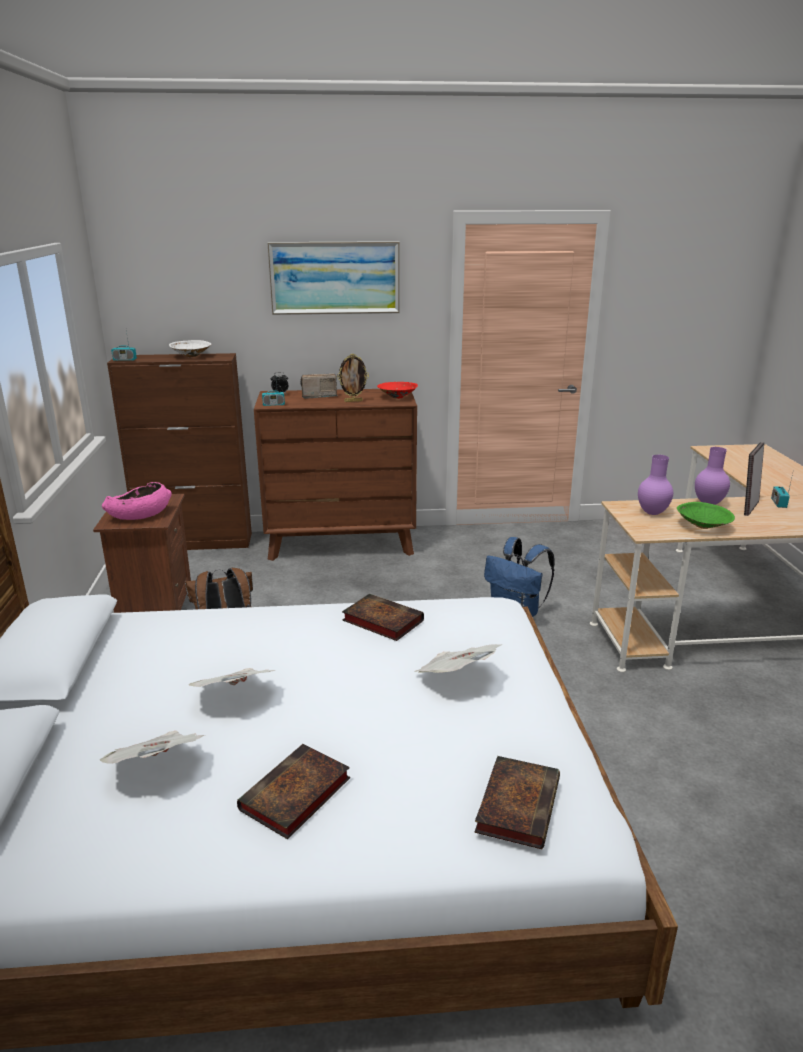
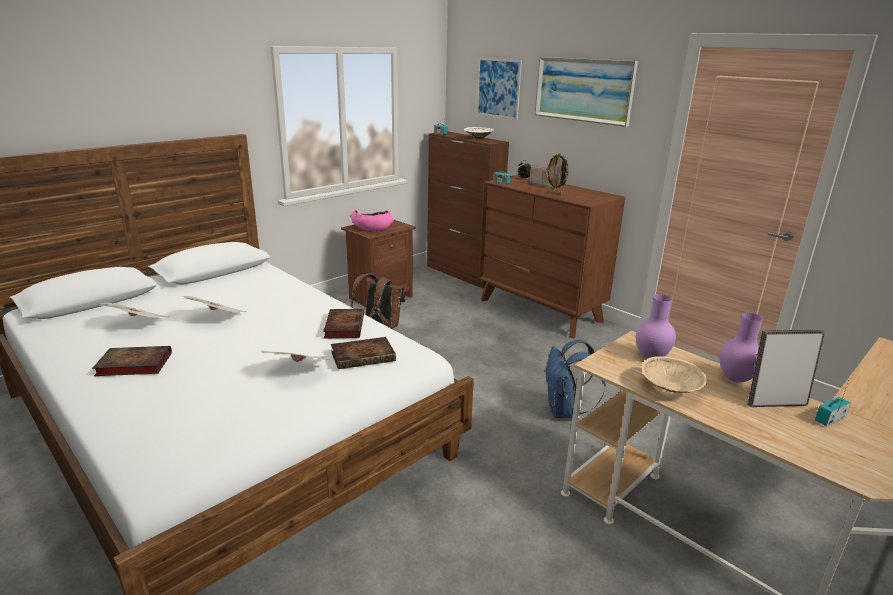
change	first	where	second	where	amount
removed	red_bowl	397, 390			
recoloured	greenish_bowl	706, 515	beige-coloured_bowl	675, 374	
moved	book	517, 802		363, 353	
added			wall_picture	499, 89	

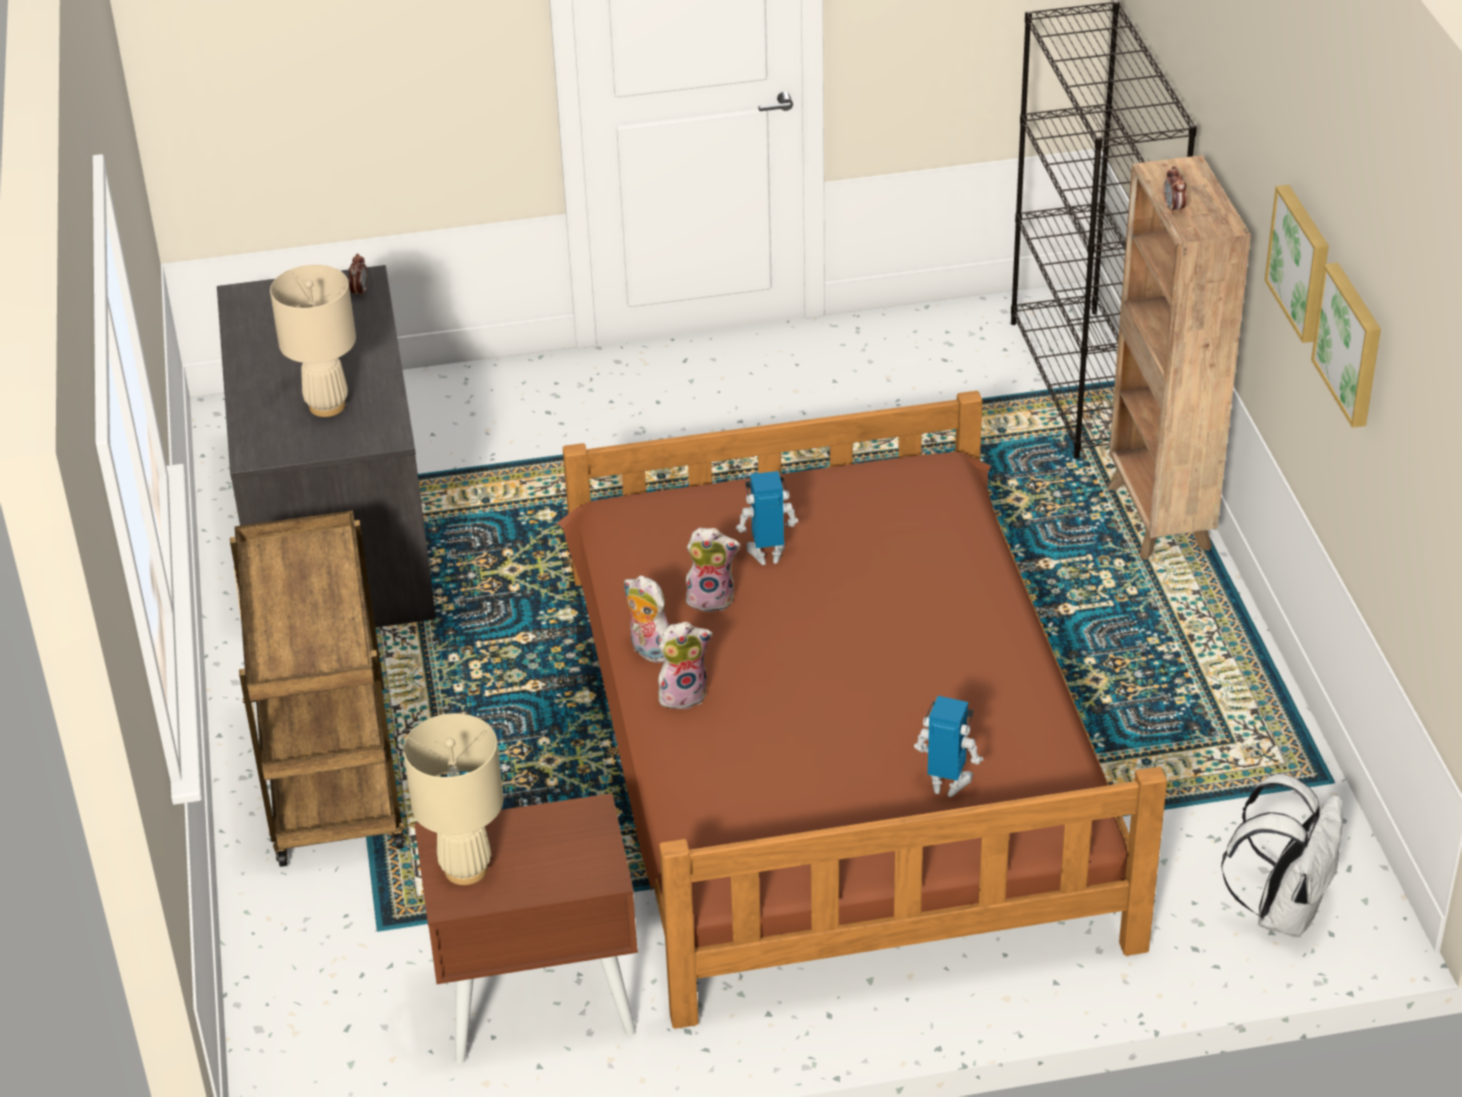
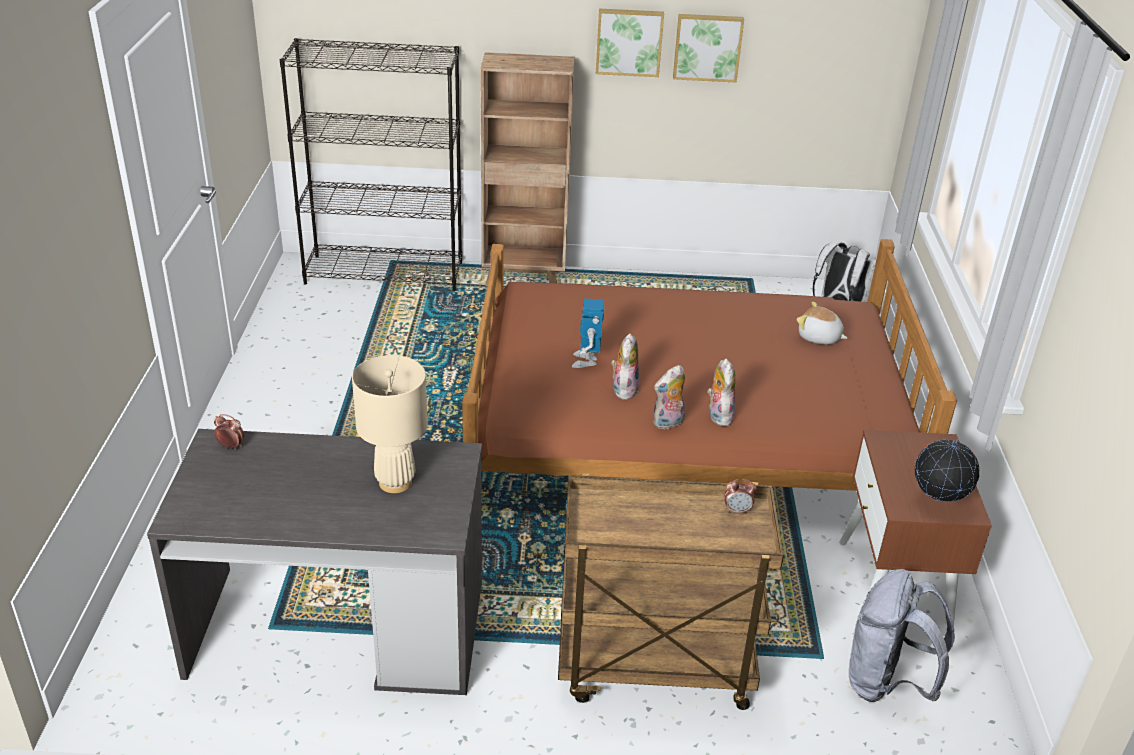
change	first	where	second	where	amount
moved	bedside_clock	1175, 190		740, 496	
replaced	robot_figure	949, 746	plush_toy	822, 323	
replaced	beige-coloured_tabletop_lamp	453, 799	desk_globe	947, 470	
added			gray_rucksack	902, 635	

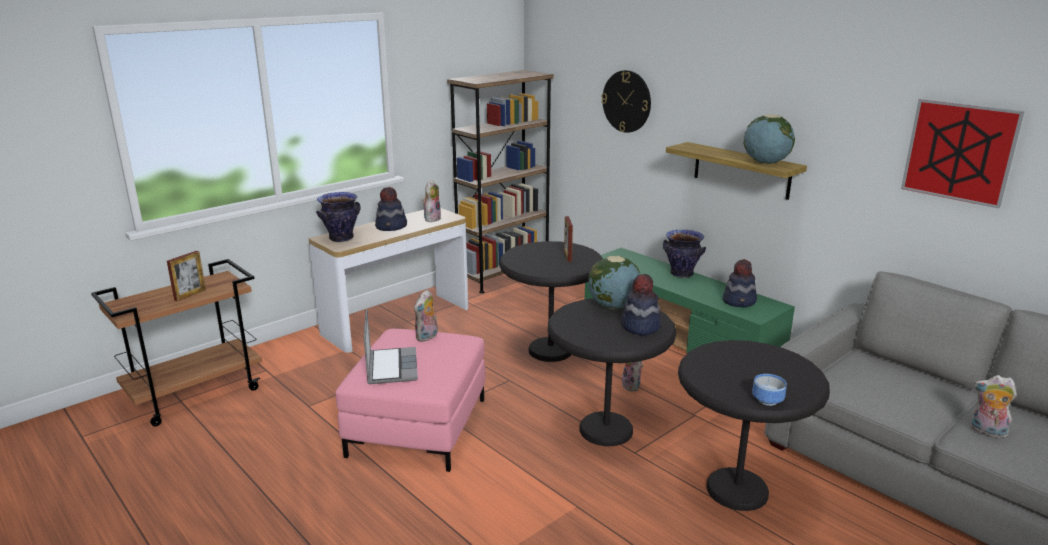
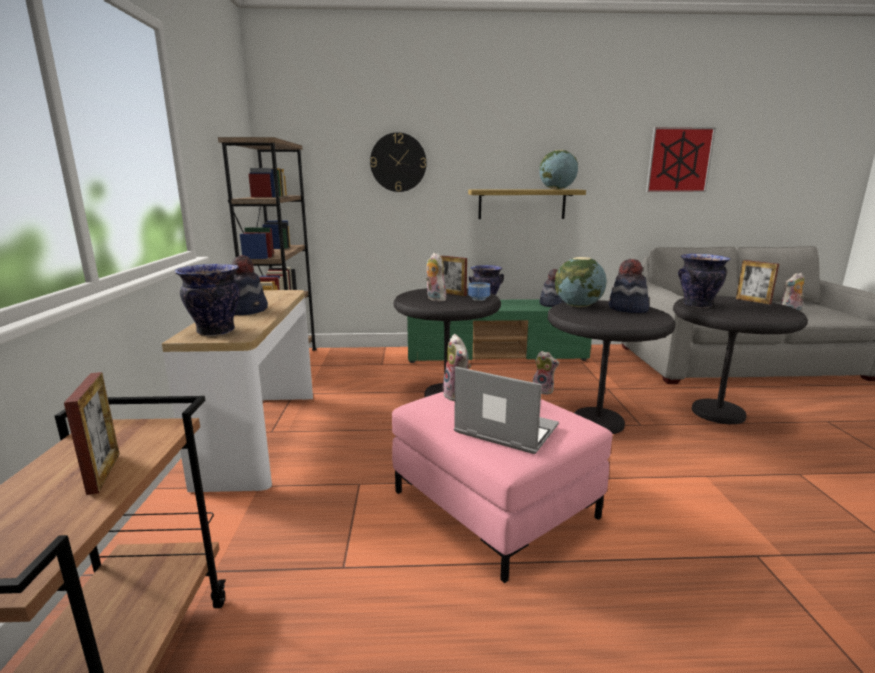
change	first	where	second	where	amount
moved	plush_toy	431, 201		436, 277	
moved	bowl	769, 390		479, 291	
added			flower_vase	704, 281	
added			standing_frame	757, 282	

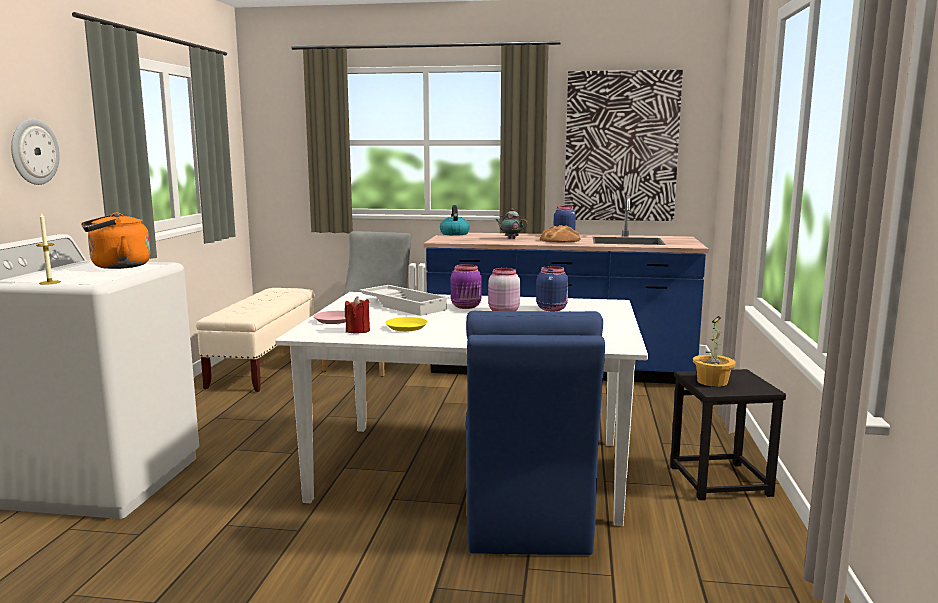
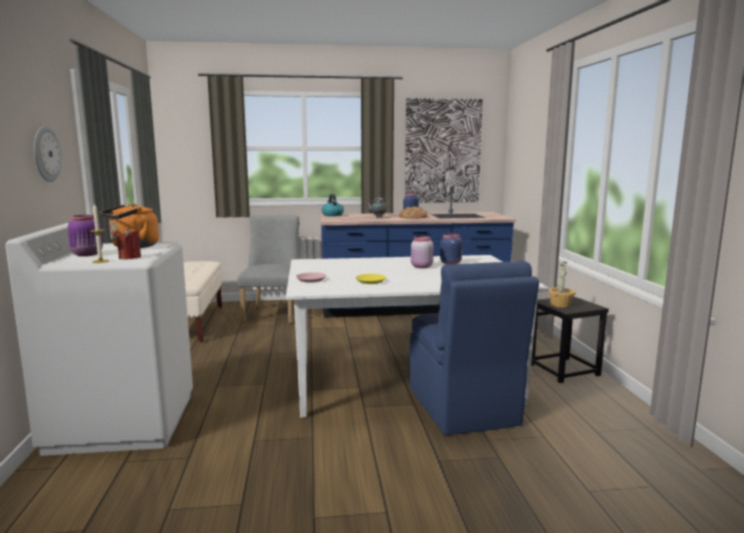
change	first	where	second	where	amount
moved	purplish_jar	466, 286		85, 235	
removed	white_carrying_tray	404, 300			
moved	red_candle	357, 314		129, 243	

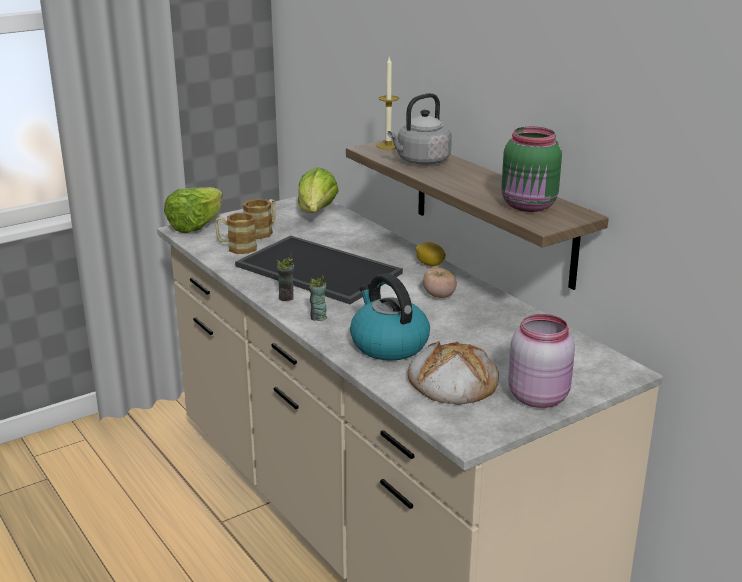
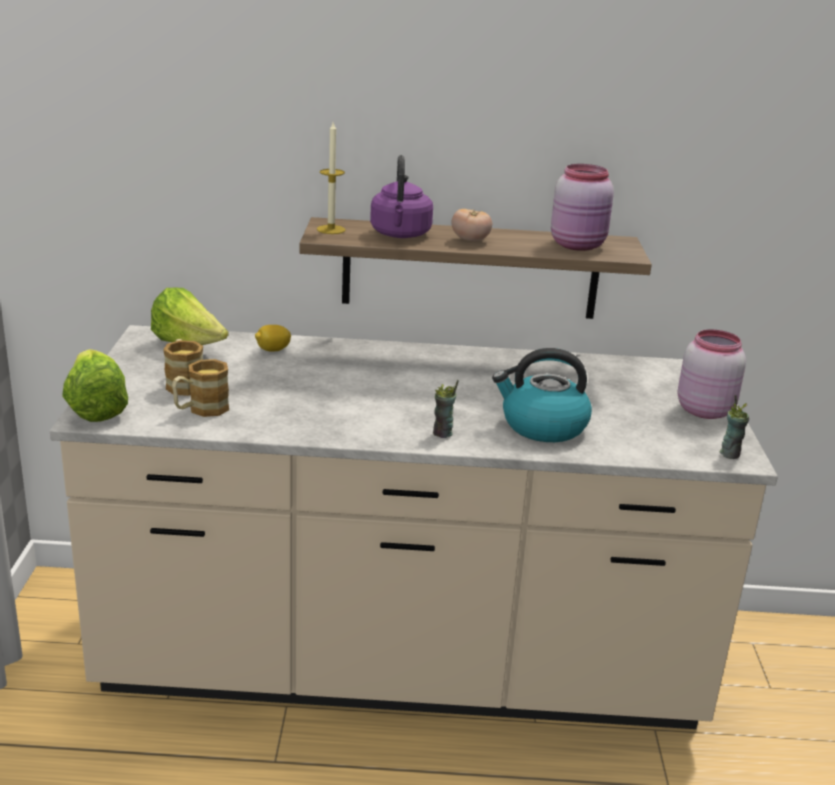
change	first	where	second	where	amount
recoloured	gray_kettle	419, 129	purplish_kettle	401, 196	
recoloured	greenish_jar	531, 169	pink_jar	582, 207	
removed	carrying_tray	319, 270			
moved	lemon	430, 254		273, 338	
moved	cup	285, 276		734, 427	
moved	fresh_tomato	440, 282		472, 225	
removed	baked_bread	453, 373			

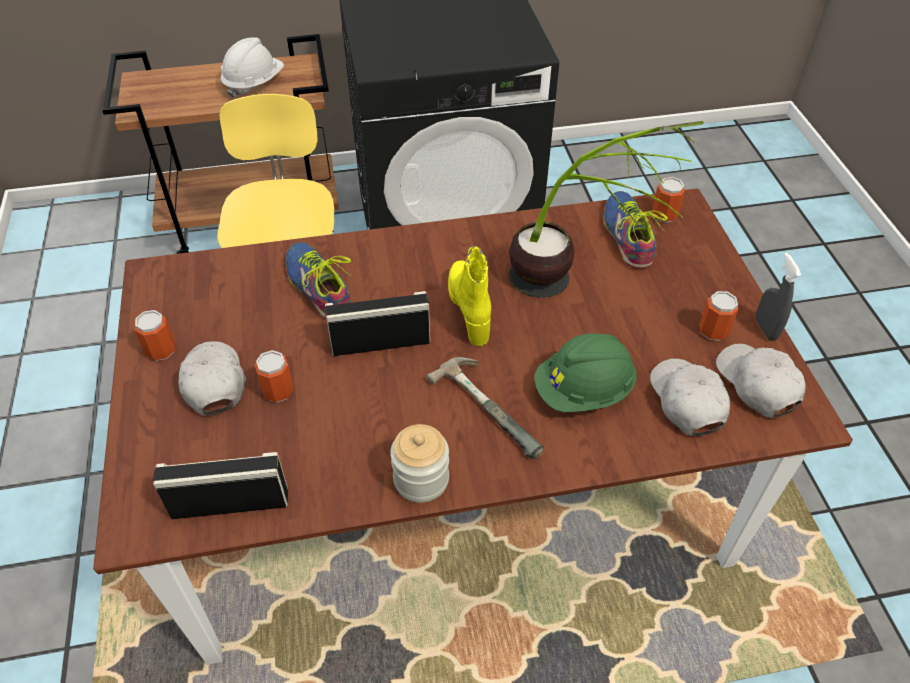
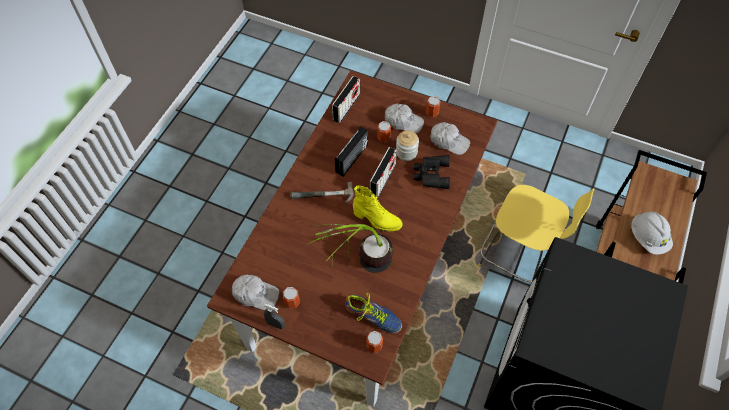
change	first	where	second	where	amount
replaced	item_of_footwear	319, 280	blackish_binoculars	432, 172	
removed	greenish_safety_helmet	586, 372			
moved	white_peaked_cap	690, 397		450, 138	
moved	jar	419, 463		407, 145	
added			radio_receiver	351, 152	

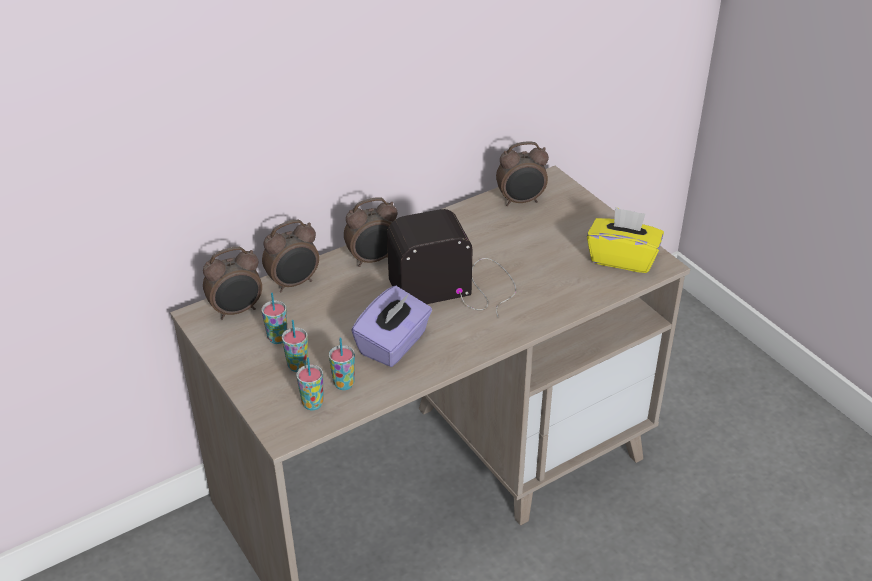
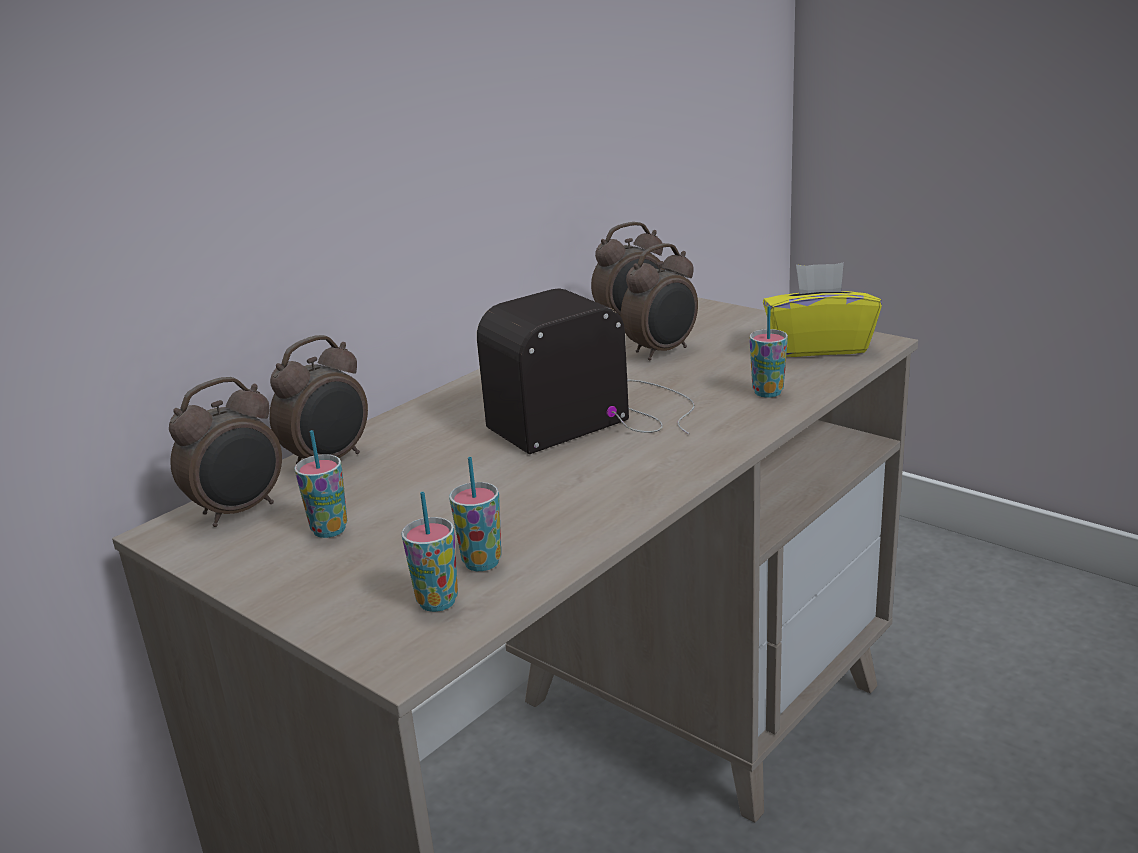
change	first	where	second	where	amount
moved	bedside_clock	371, 232		659, 301	
removed	purplish_box_of_tissues	391, 326			
moved	cup	295, 346		768, 352	

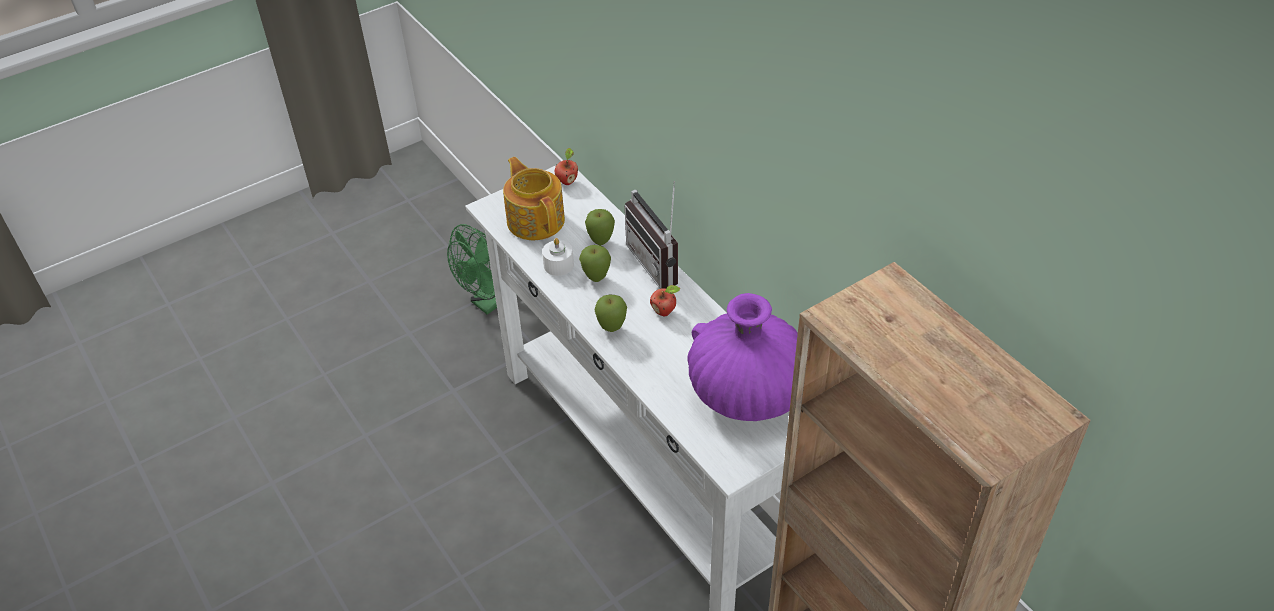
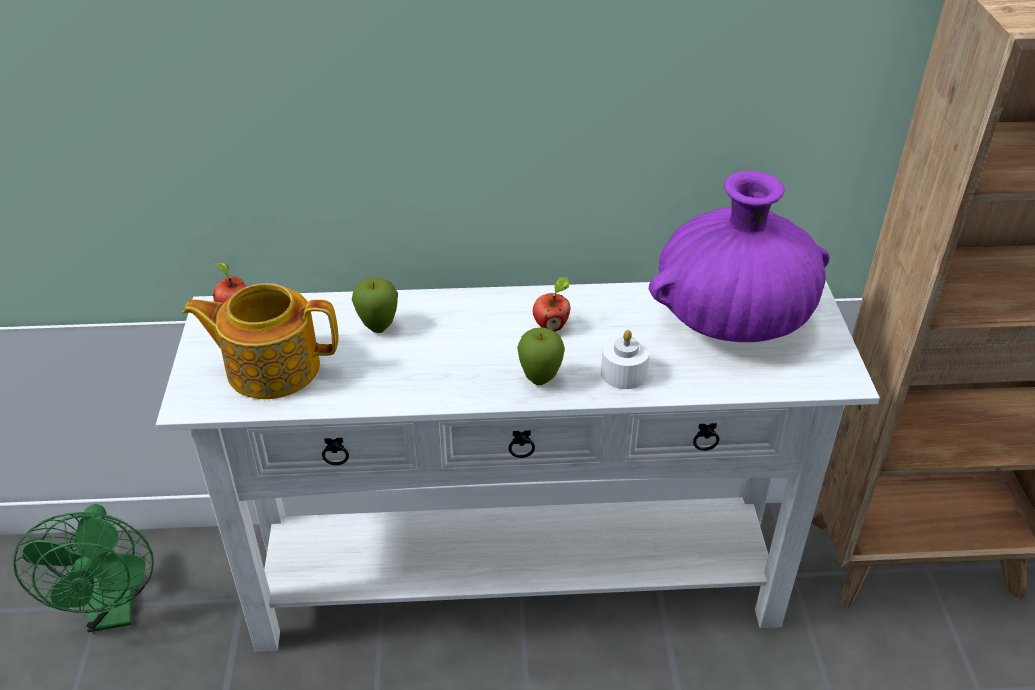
change	first	where	second	where	amount
removed	radio_receiver	651, 235			
moved	white_candle	558, 257		625, 359	
removed	whole_apple	595, 263			

